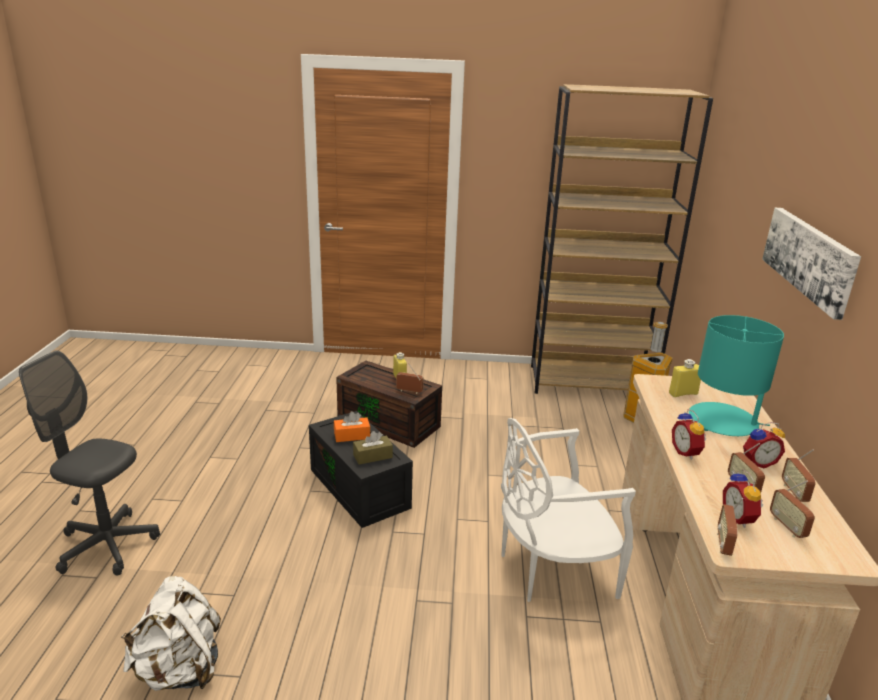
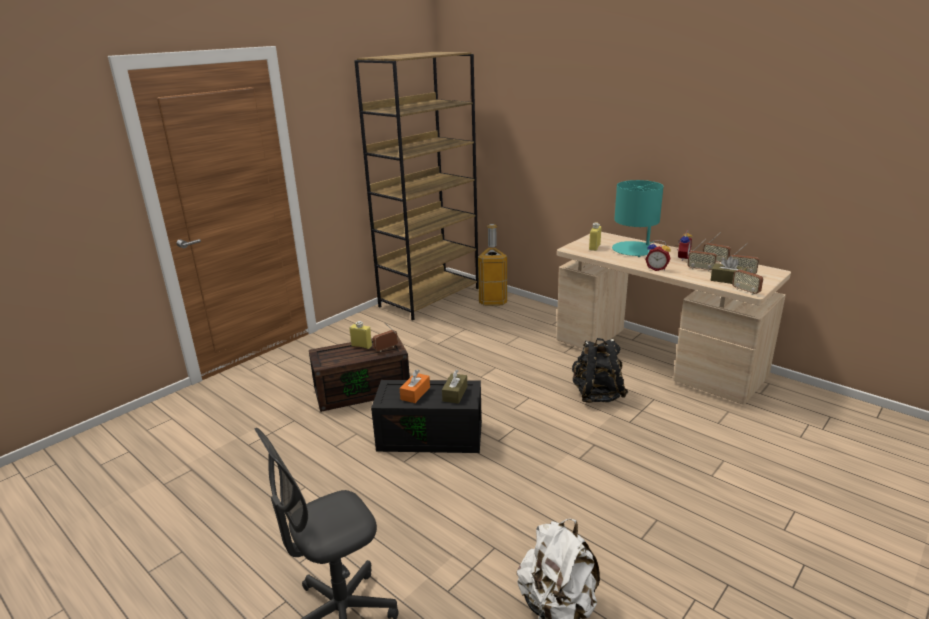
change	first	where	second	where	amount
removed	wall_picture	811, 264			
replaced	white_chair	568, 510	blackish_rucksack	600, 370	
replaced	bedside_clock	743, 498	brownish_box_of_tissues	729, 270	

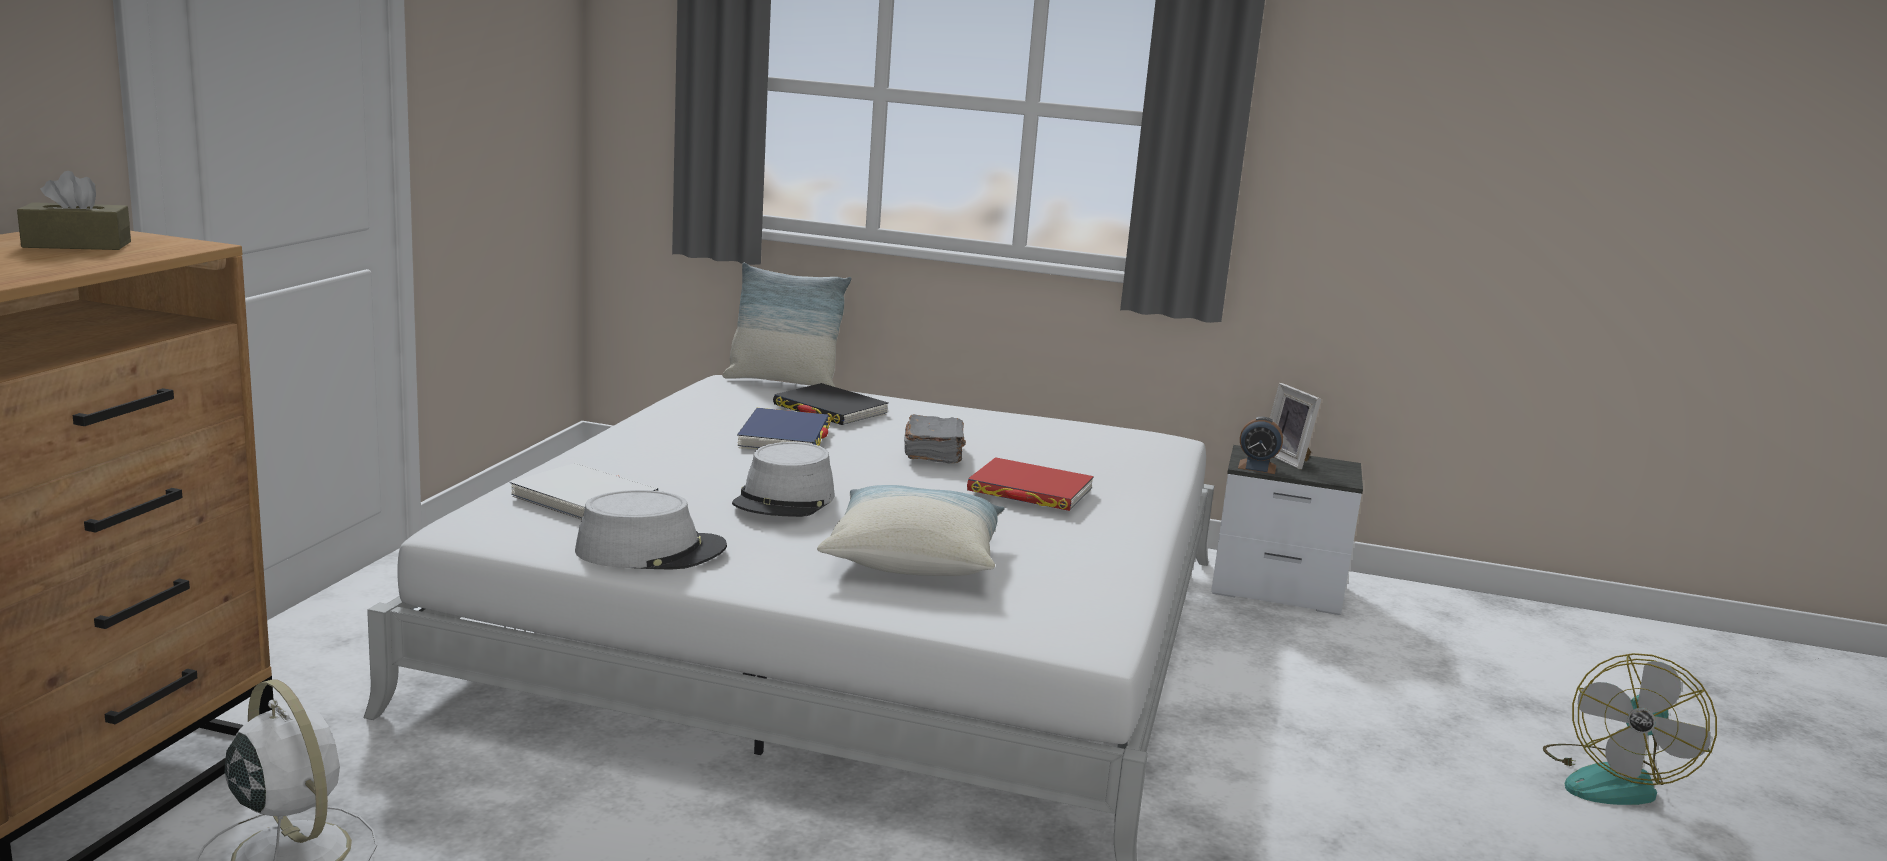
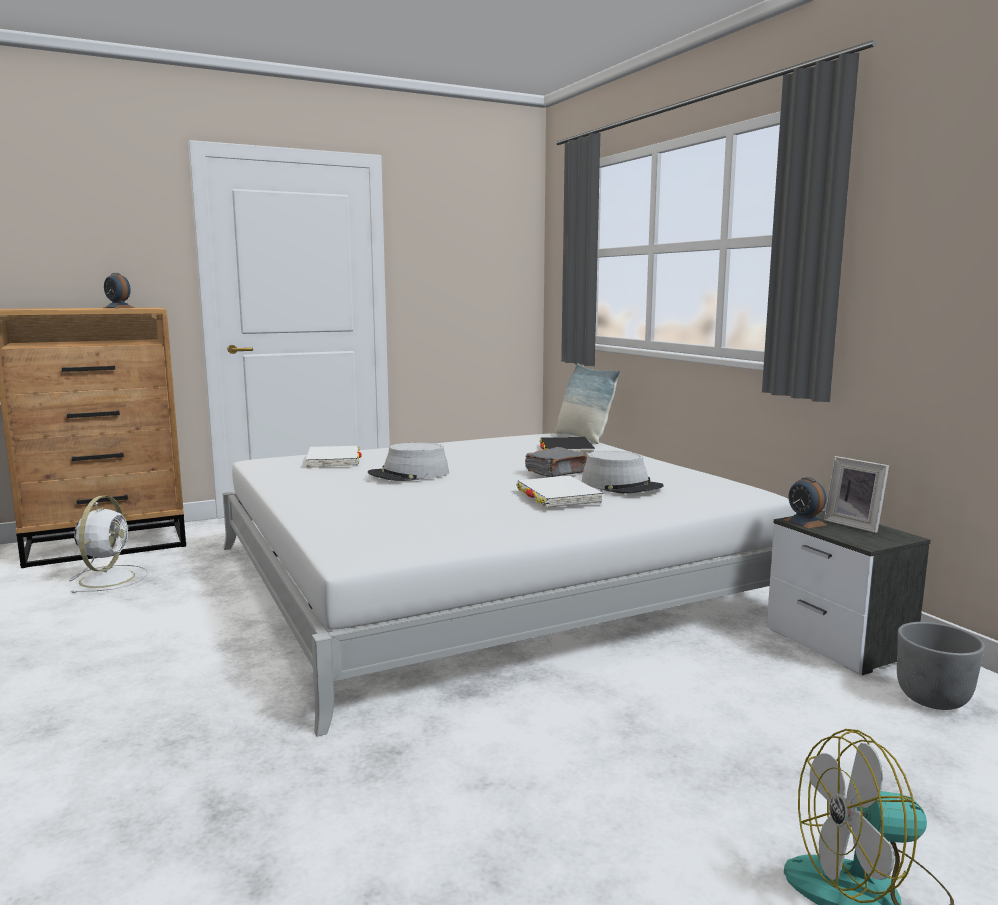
change	first	where	second	where	amount
replaced	brownish_box_of_tissues	74, 210	bedside_clock	119, 290	
turned	standing_frame	1295, 426		856, 494	60 degrees counterclockwise
removed	bluish_book	784, 428			
recoloured	red_book	1030, 484	white_book	559, 491	
removed	throw_pillow	911, 530			
moved	gray_hat	651, 530		622, 472	
added			gray_planter	941, 666	

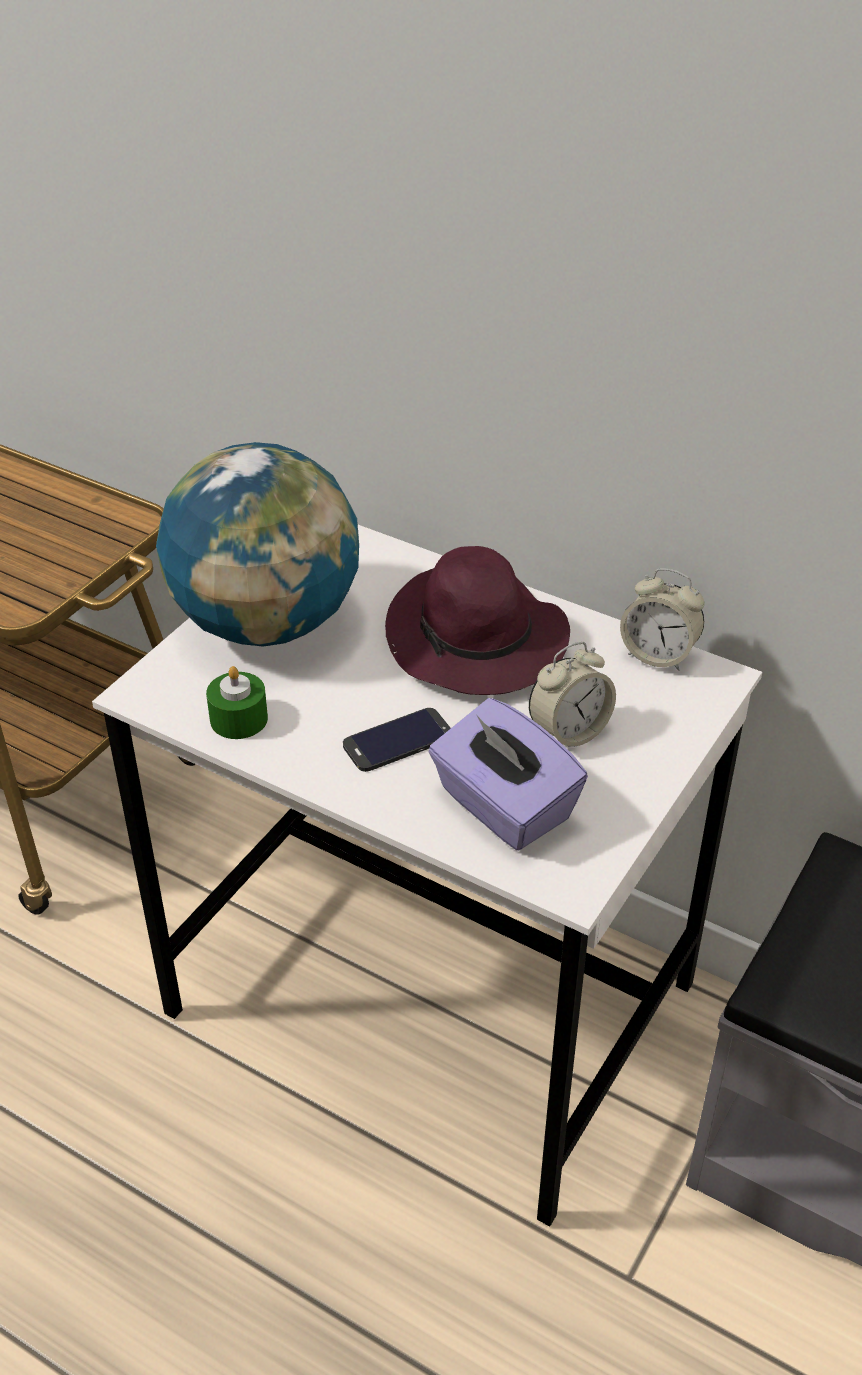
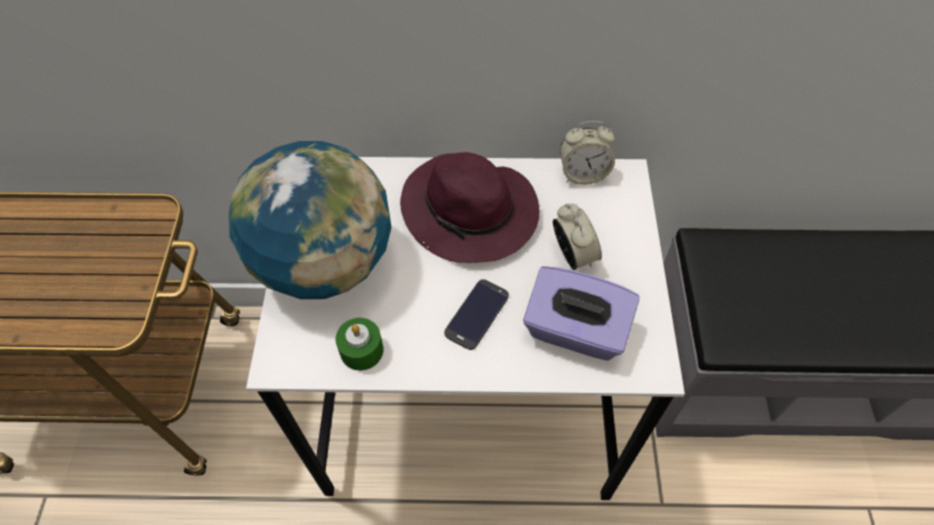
change	first	where	second	where	amount
turned	bedside_clock	572, 694		577, 236	45 degrees counterclockwise

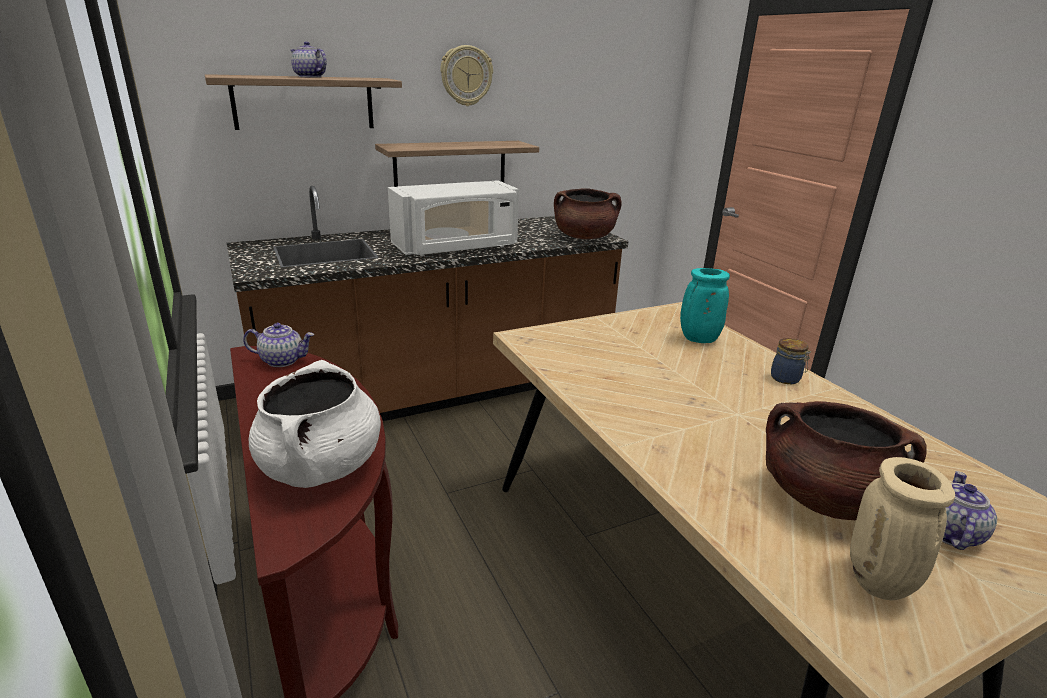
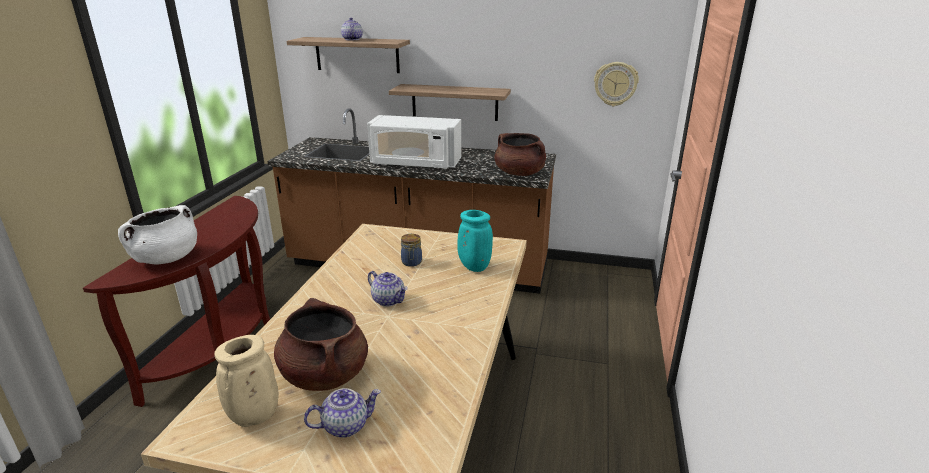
change	first	where	second	where	amount
moved	hanging_clock	466, 75		616, 84	
moved	teapot	278, 345		388, 288	
moved	jar	791, 361		411, 250	

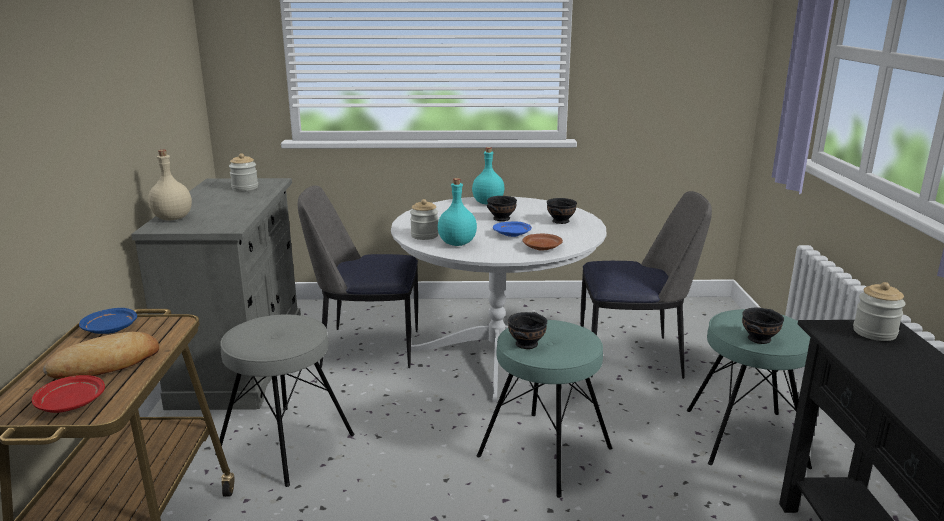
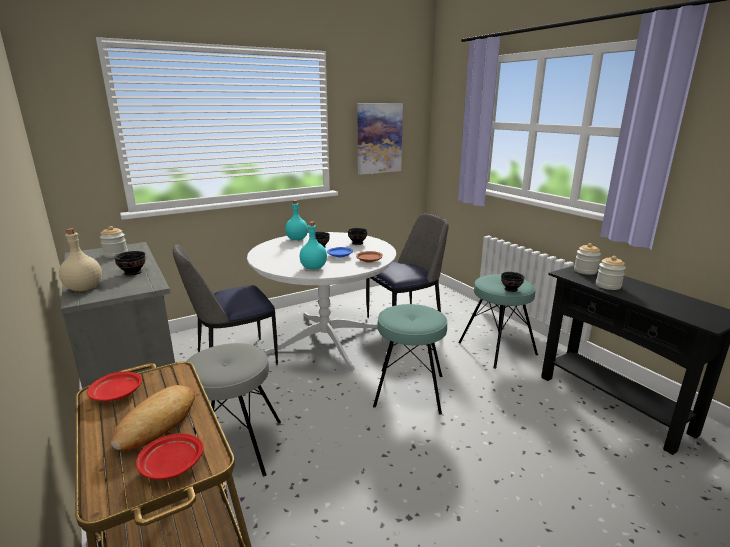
change	first	where	second	where	amount
moved	jar	424, 219		611, 273	
recoloured	bluish_plate	108, 321	red_plate	114, 386	
moved	blackish_bowl	527, 330		130, 263	
added			wall_picture	380, 139	

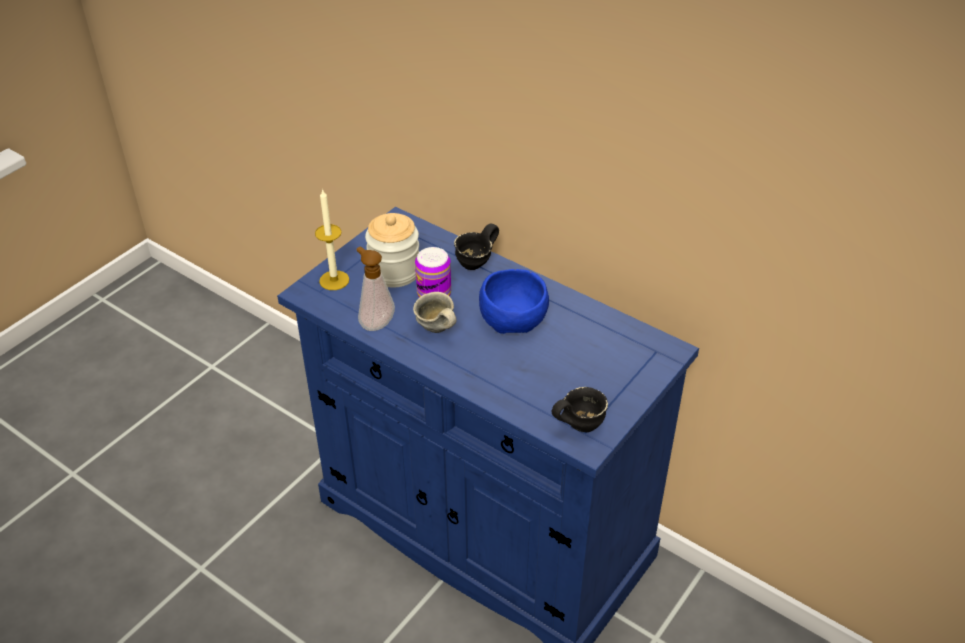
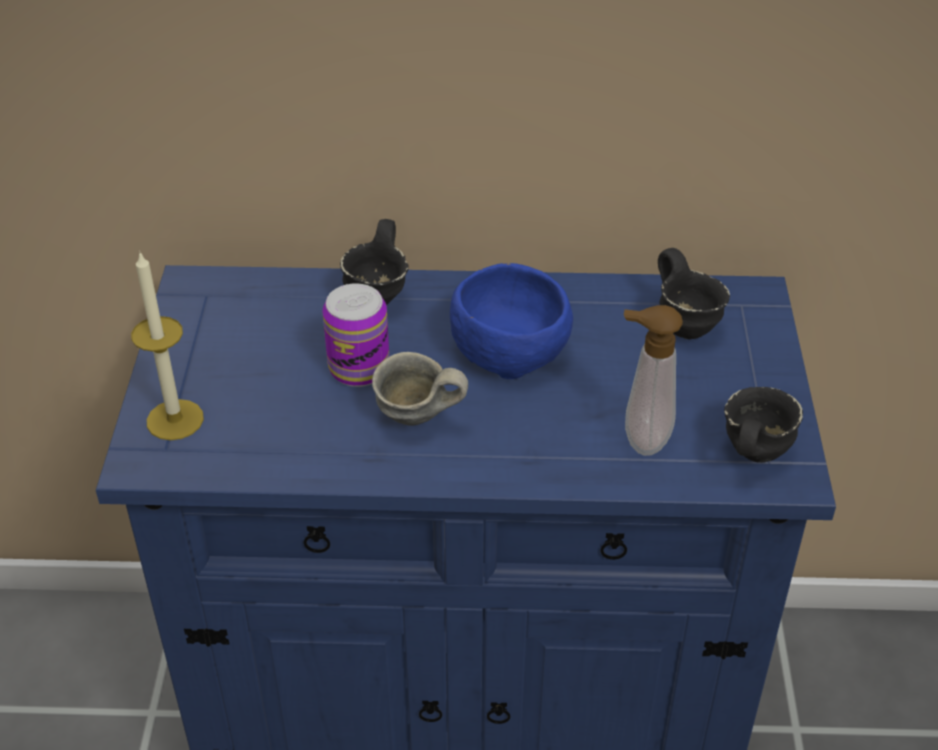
change	first	where	second	where	amount
removed	jar	392, 250			
moved	soap_dispenser	376, 289		653, 380	
added			blackish_mug	694, 293	

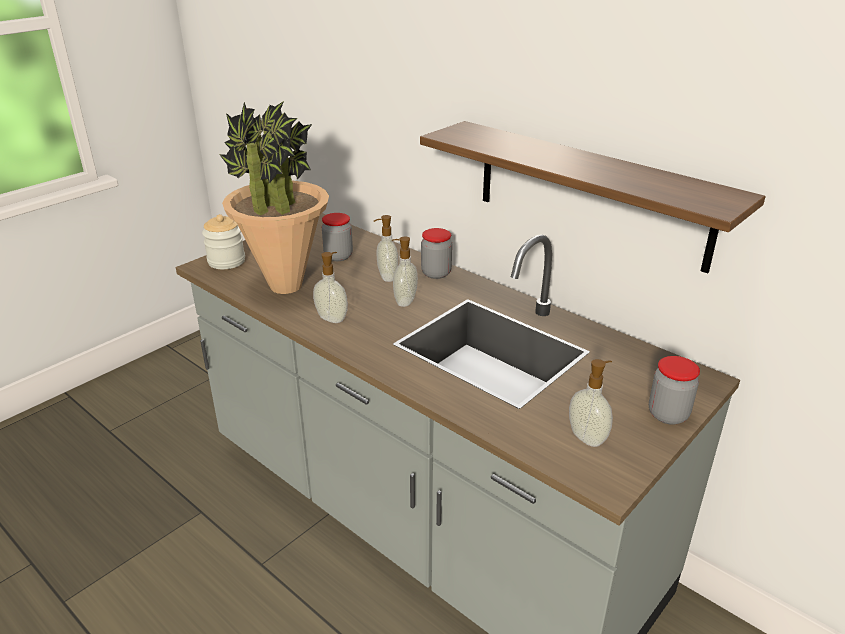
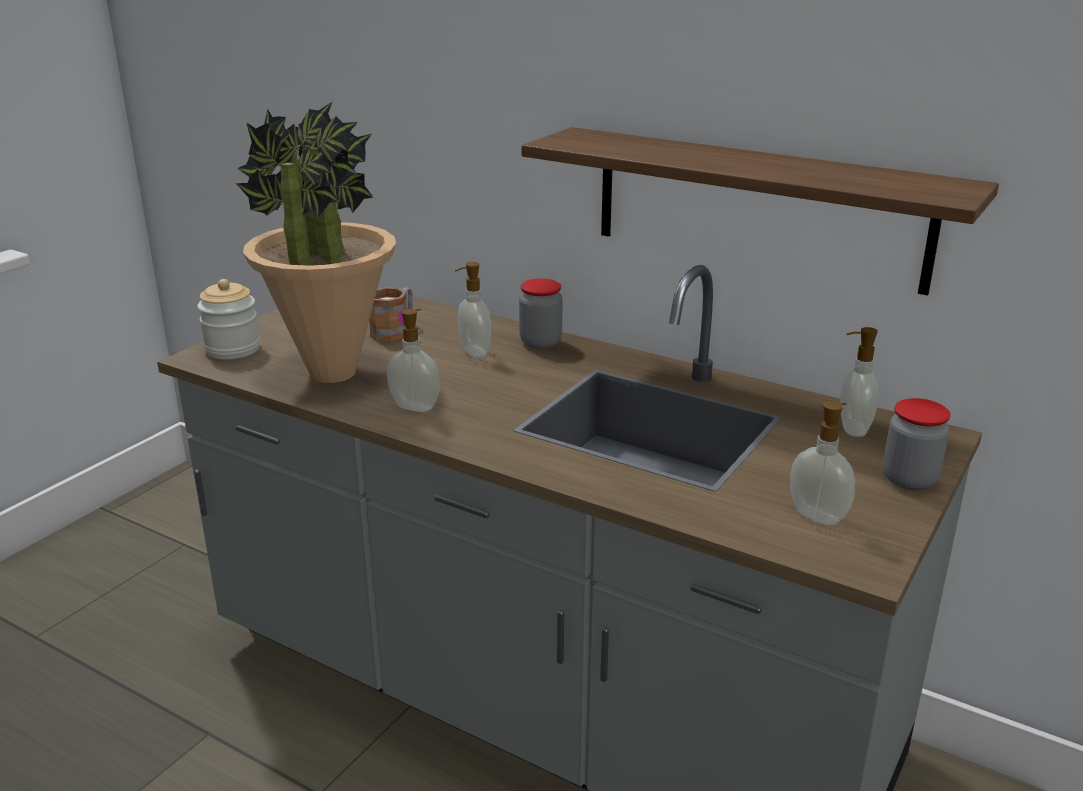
change	first	where	second	where	amount
replaced	jar	337, 237	mug	391, 314	
moved	soap_dispenser	405, 271		859, 382	

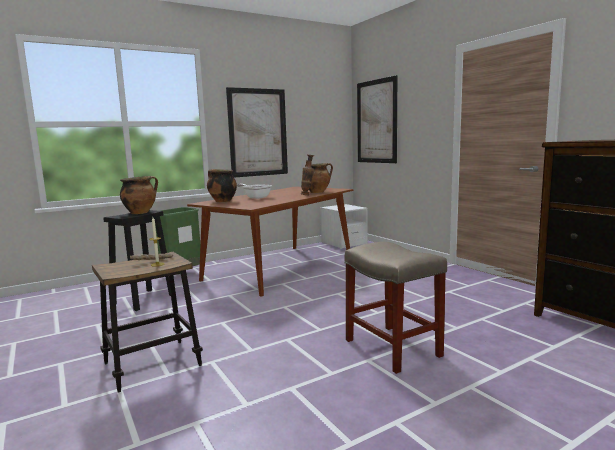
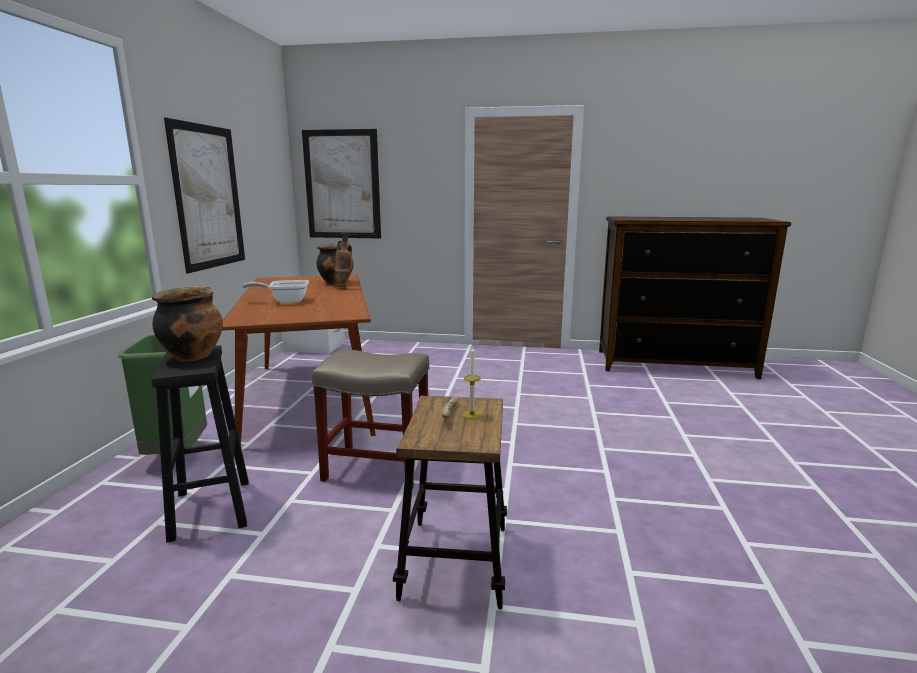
change	first	where	second	where	amount
removed	stockpot	222, 185			
moved	beige-coloured_stool	395, 308		370, 419	

